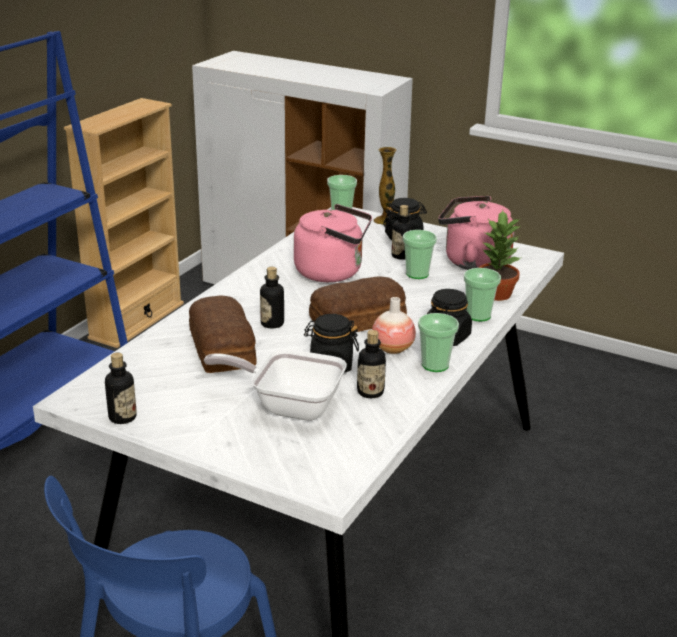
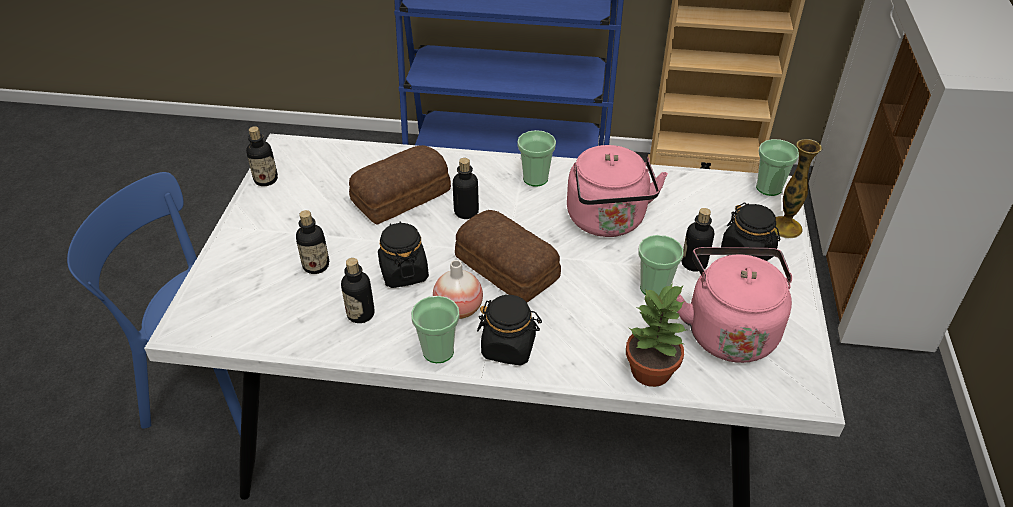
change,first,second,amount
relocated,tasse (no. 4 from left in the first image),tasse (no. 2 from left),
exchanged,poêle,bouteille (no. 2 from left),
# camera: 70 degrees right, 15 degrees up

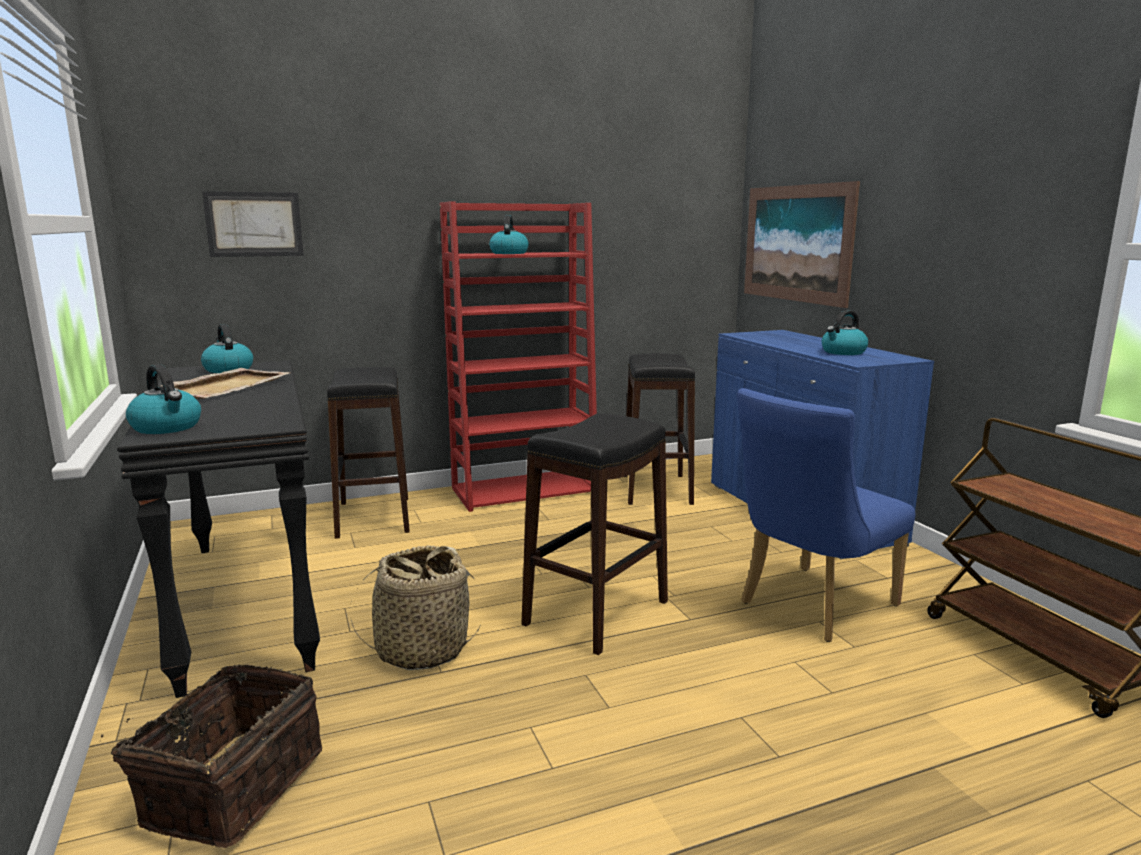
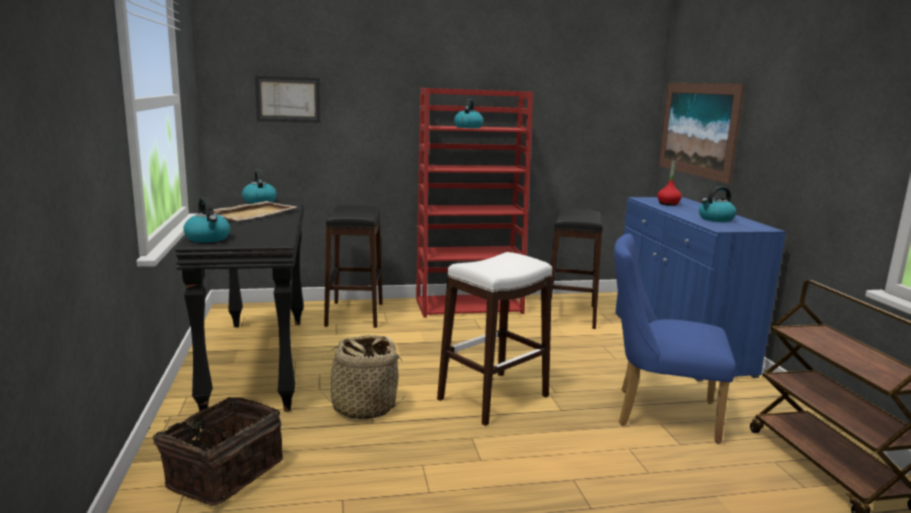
change,first,second,amount
spun,chaise (bleu),,45 degrees clockwise
colour,tabouret (noir) (no. 2 from left),tabouret (blanc),
appeared,,bouteille (rouge),
# camera: 10 degrees right, 0 degrees up

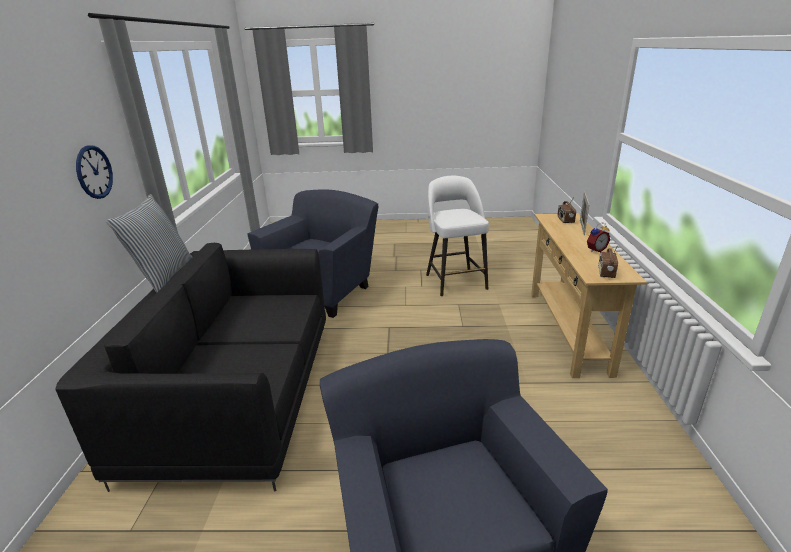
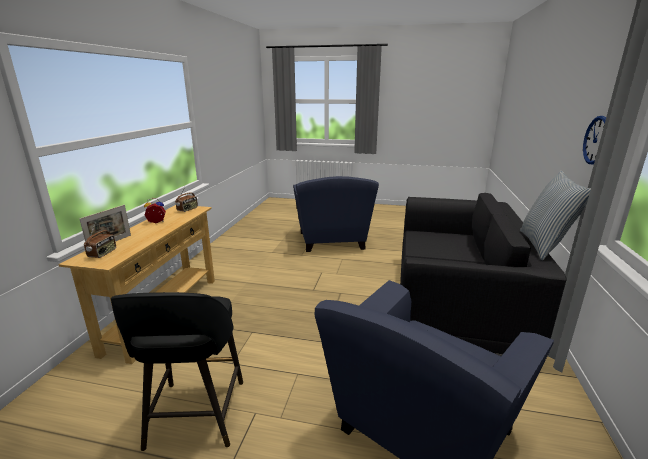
change,first,second,amount
colour,tabouret (blanc),tabouret (noir),
# camera: 170 degrees left, 5 degrees down

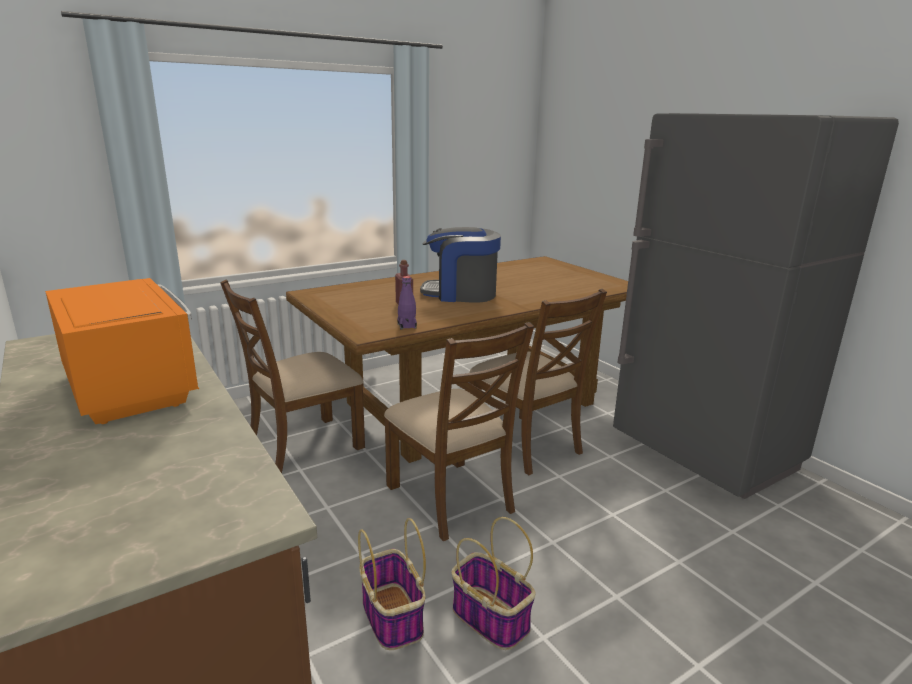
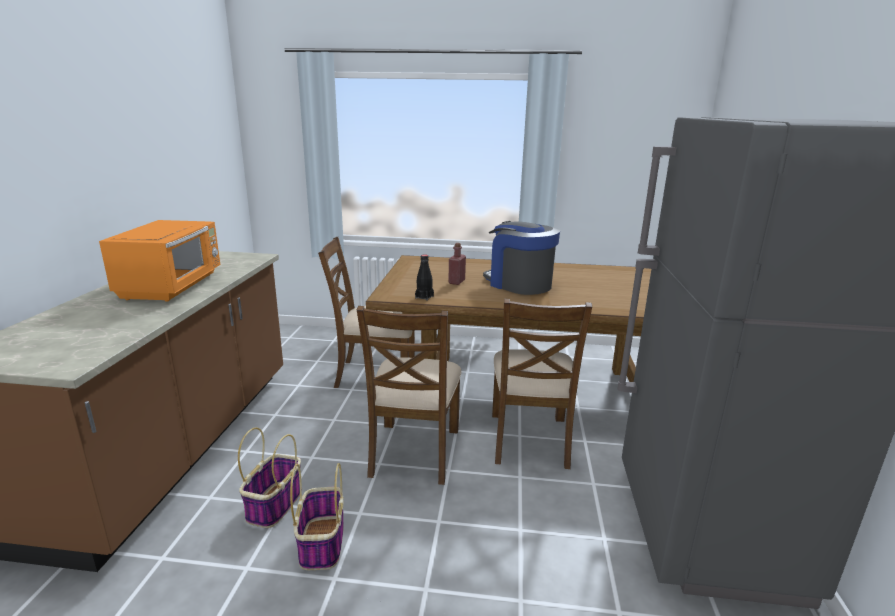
change,first,second,amount
colour,bouteille (violet),bouteille (noir),
# camera: 40 degrees right, 0 degrees up

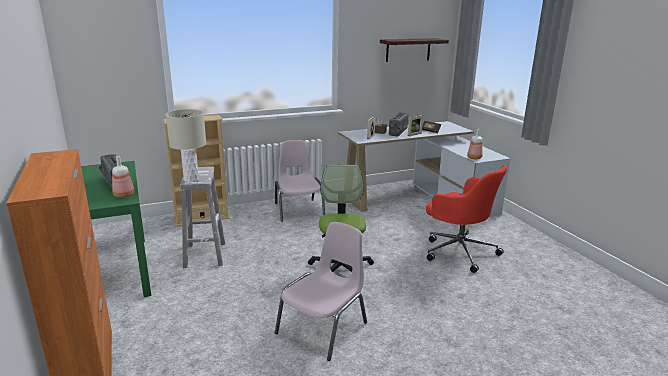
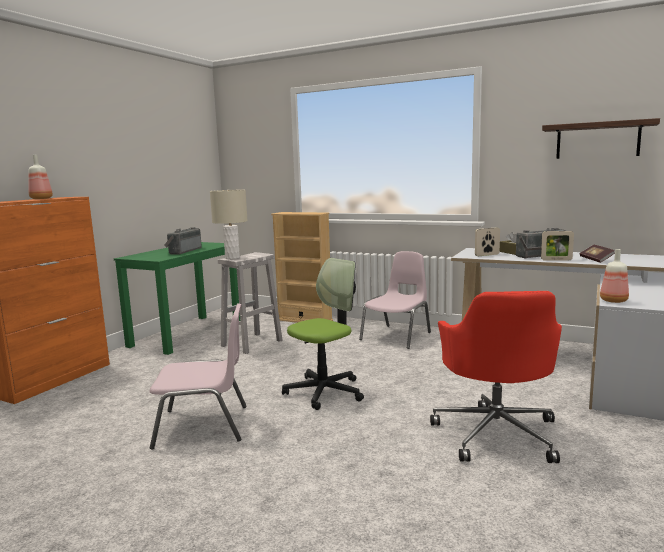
change,first,second,amount
relocated,bouteille (no. 1 from left),,
# camera: 50 degrees right, 10 degrees down

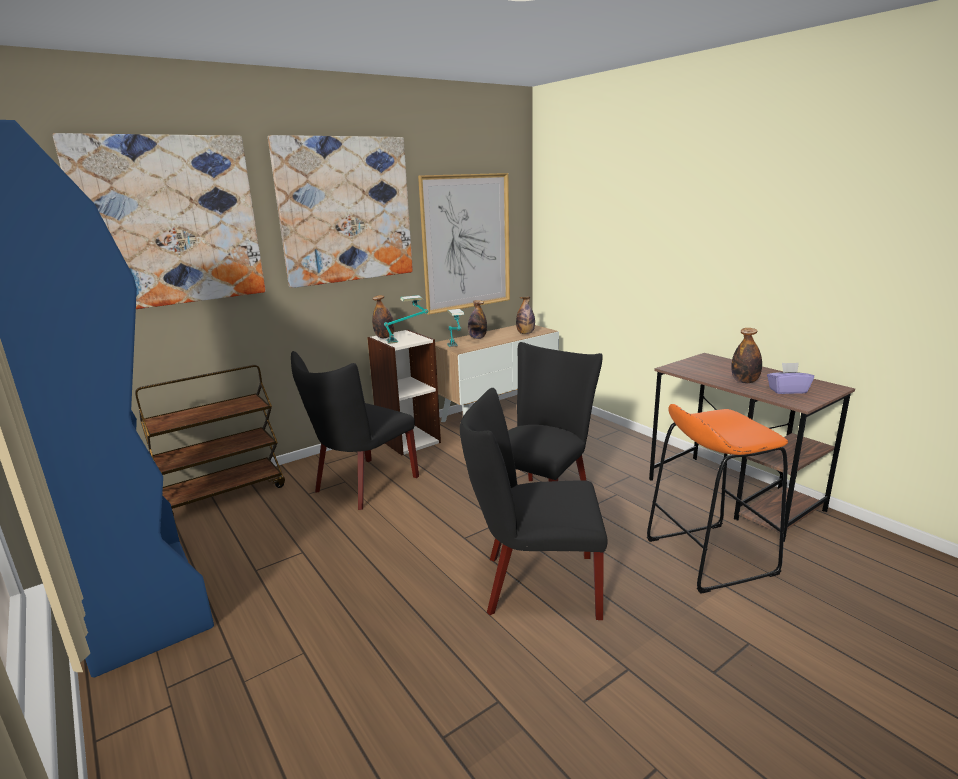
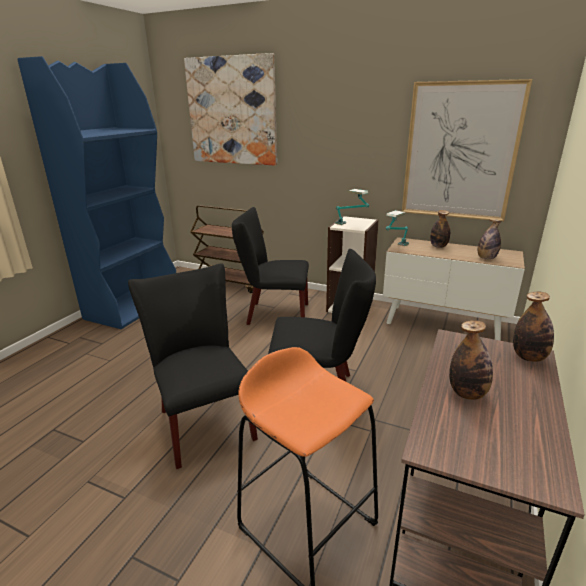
change,first,second,amount
missing,tableau (no. 2 from left),,
relocated,bouteille (no. 1 from left in the first image),bouteille (no. 4 from left),
missing,boîte à mouchoirs (violet),,
# camera: 60 degrees right, 5 degrees up

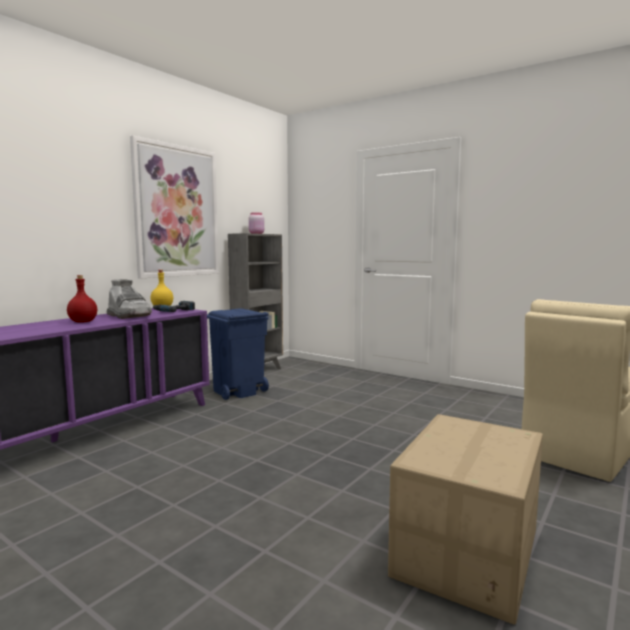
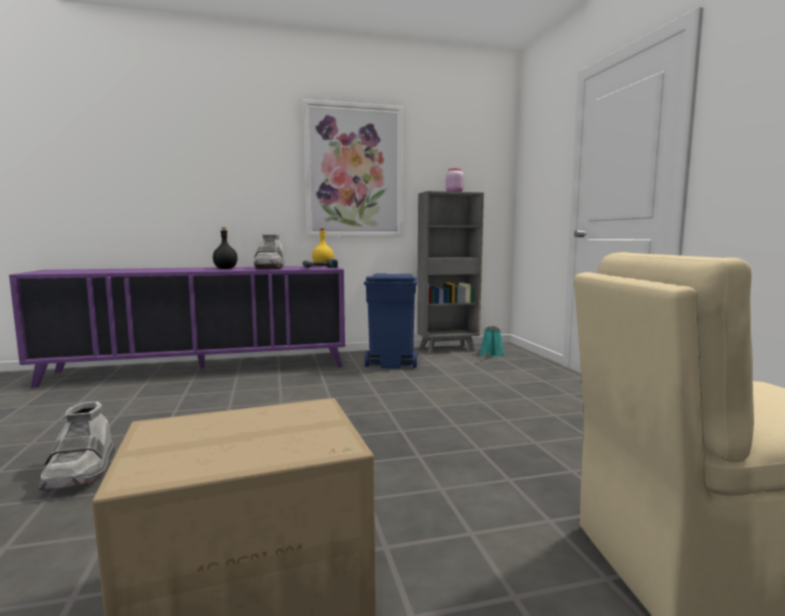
change,first,second,amount
colour,bouteille (rouge),bouteille (noir),
appeared,,arrosoir (turquoise),
appeared,,botte (gris) (no. 1 from left),
# camera: 40 degrees right, 0 degrees up

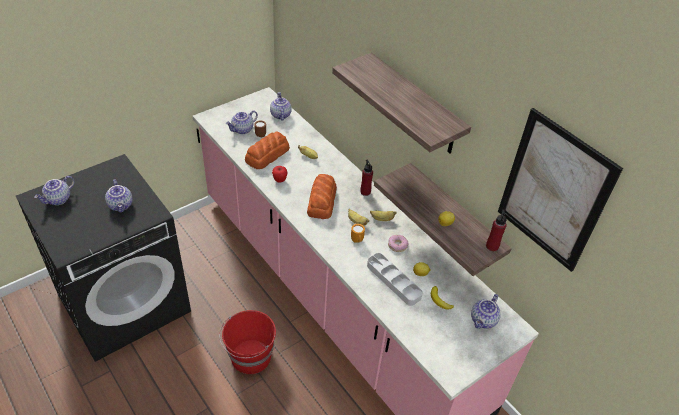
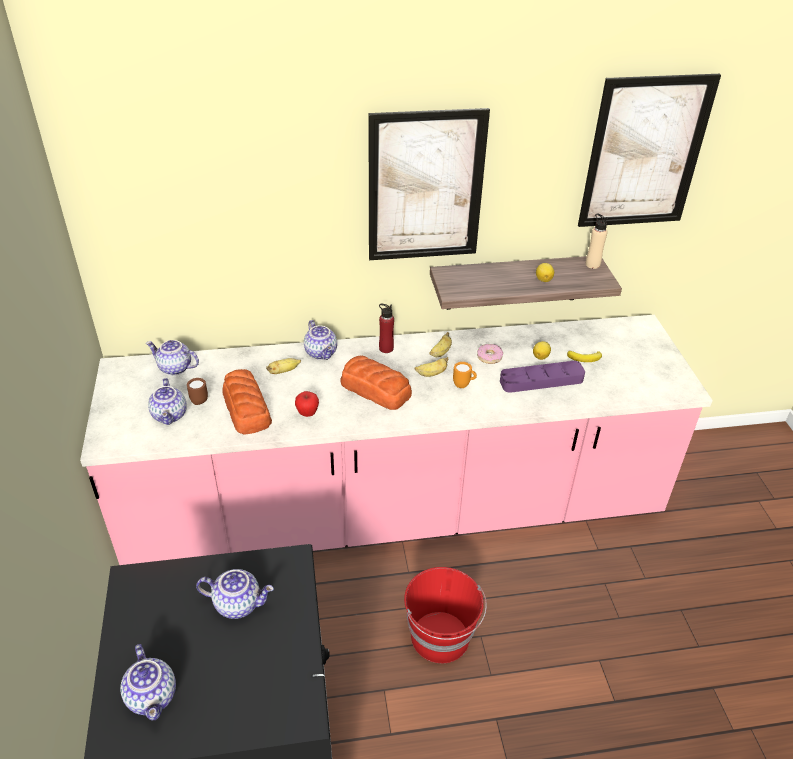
change,first,second,amount
exchanged,étagère (no. 1 from left),tableau (no. 1 from left),
colour,bouteille (rouge) (no. 2 from left),bouteille (beige),
colour,plateau (gris),plateau (violet),
relocated,théière (no. 5 from left),,
# camera: 60 degrees left, 5 degrees down

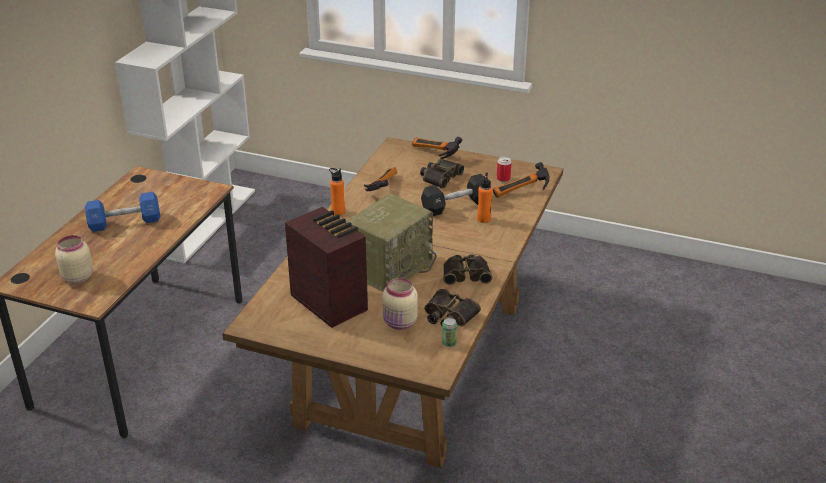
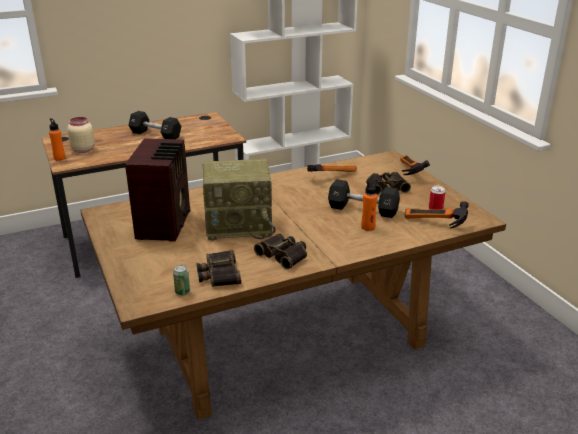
change,first,second,amount
relocated,bouteille (orange) (no. 1 from left),,
colour,haltère (bleu),haltère (noir) (no. 1 from left),
missing,bocal (beige) (no. 2 from left),,
# camera: 45 degrees right, 5 degrees down

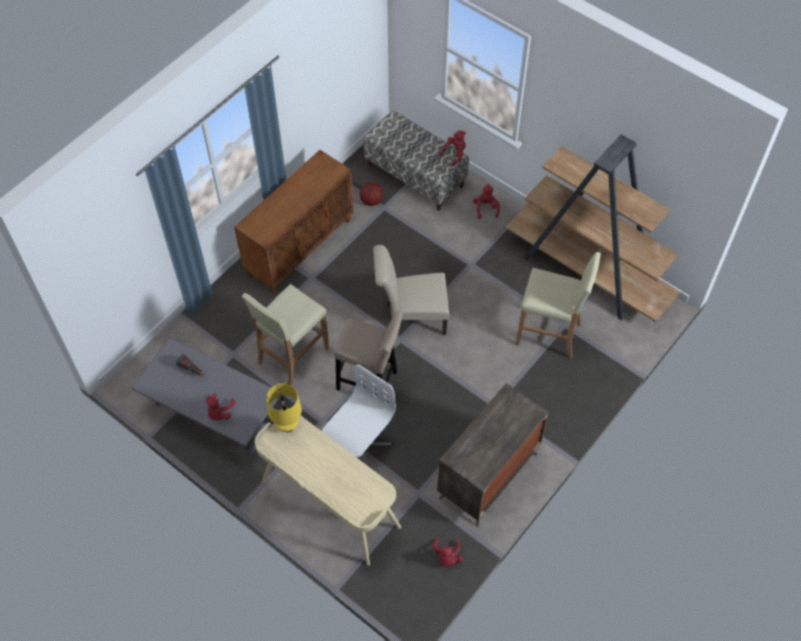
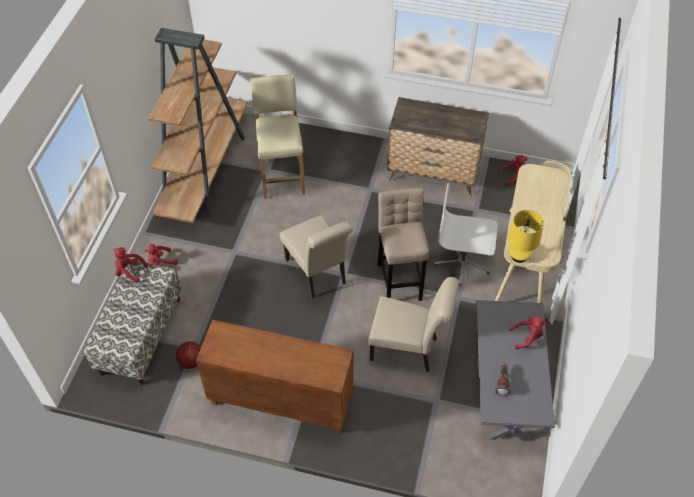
change,first,second,amount
exchanged,tabouret (beige) (no. 1 from left),chaise (beige) (no. 2 from left),
# camera: 115 degrees left, 5 degrees down

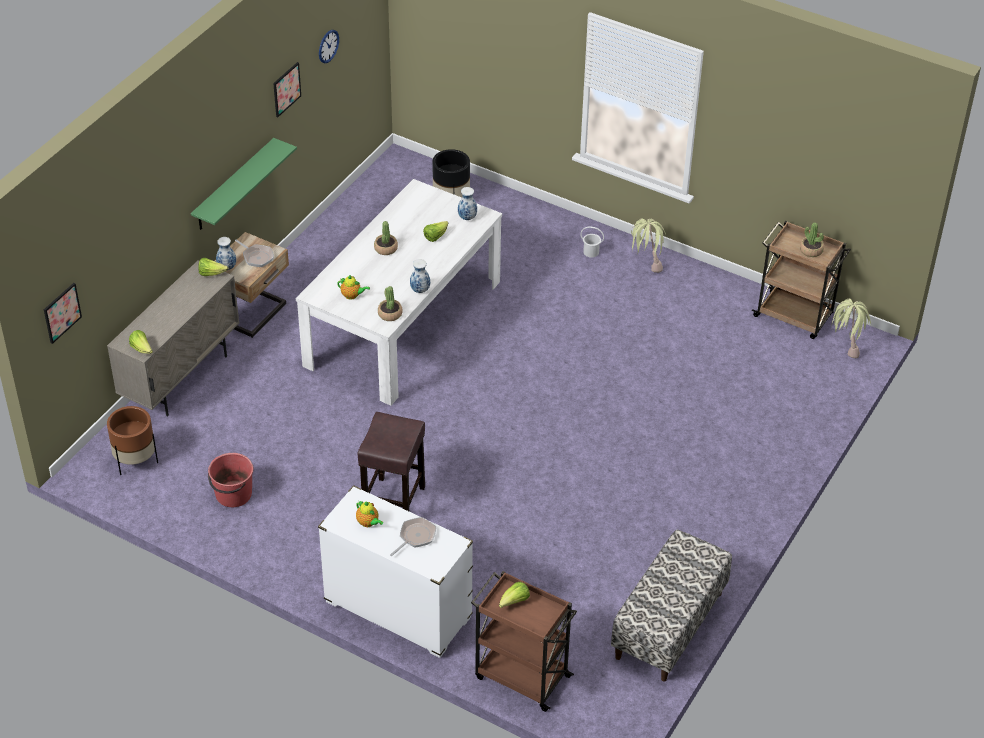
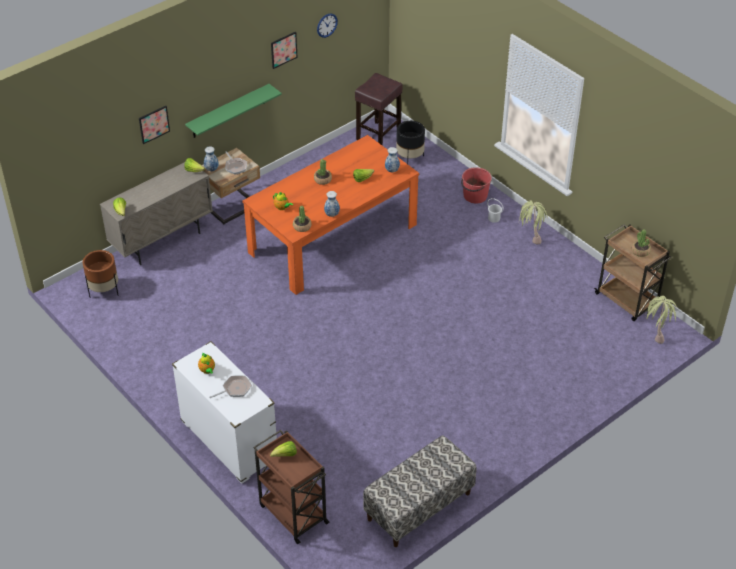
change,first,second,amount
colour,table à manger (blanc),table à manger (orange),
relocated,tableau (no. 1 from left),,
relocated,tabouret (marron),,
relocated,seau (rouge),,
# camera: 20 degrees right, 0 degrees up

